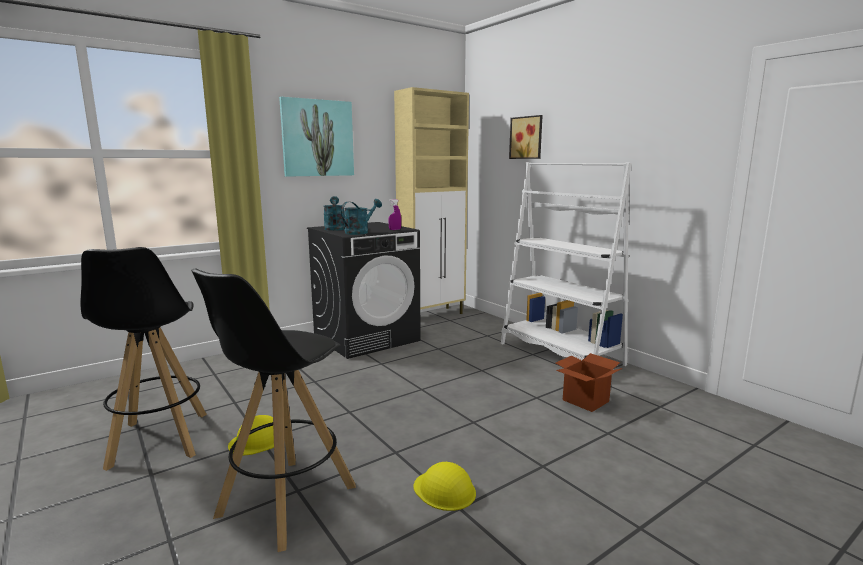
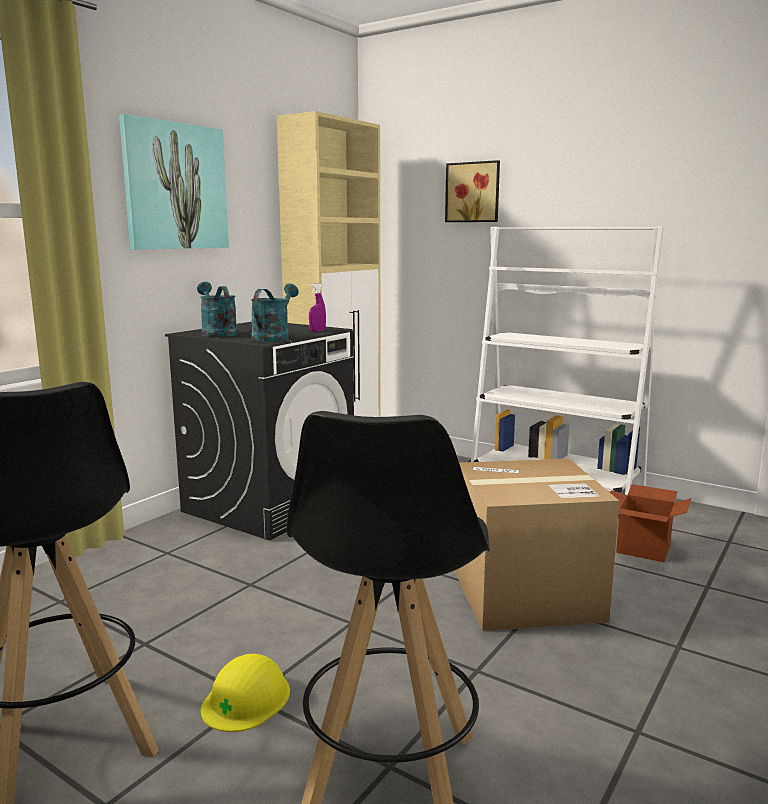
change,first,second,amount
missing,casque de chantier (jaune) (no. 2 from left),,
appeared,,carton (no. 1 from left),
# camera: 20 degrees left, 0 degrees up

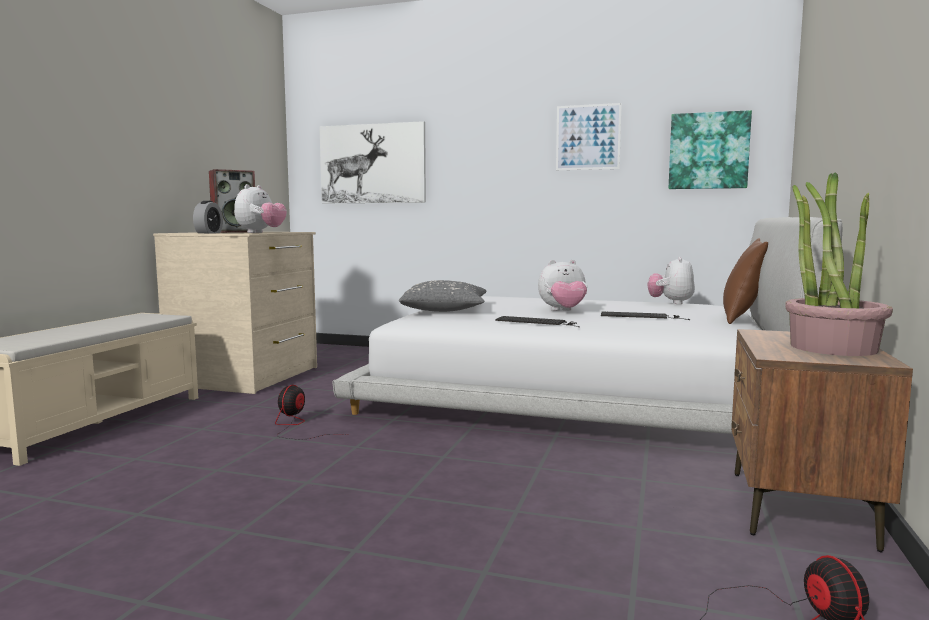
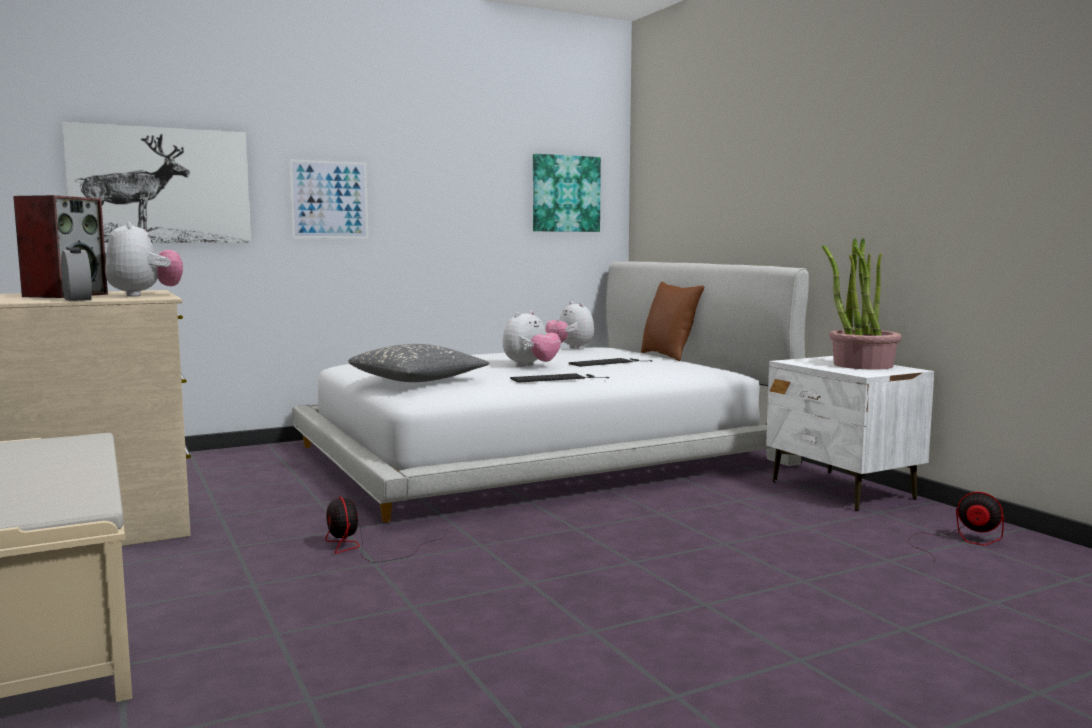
change,first,second,amount
relocated,tableau (no. 2 from left),,
colour,table de chevet (marron),table de chevet (blanc),
# camera: 45 degrees left, 0 degrees up

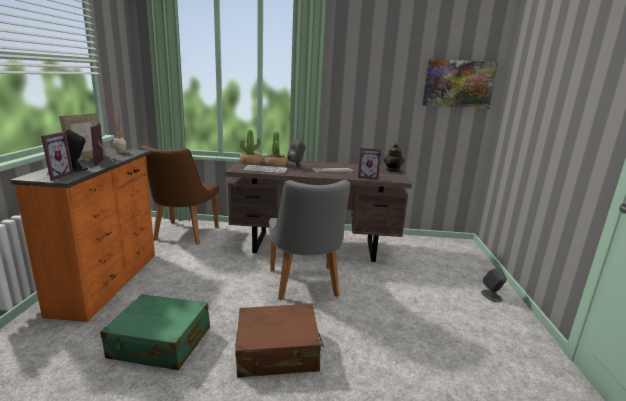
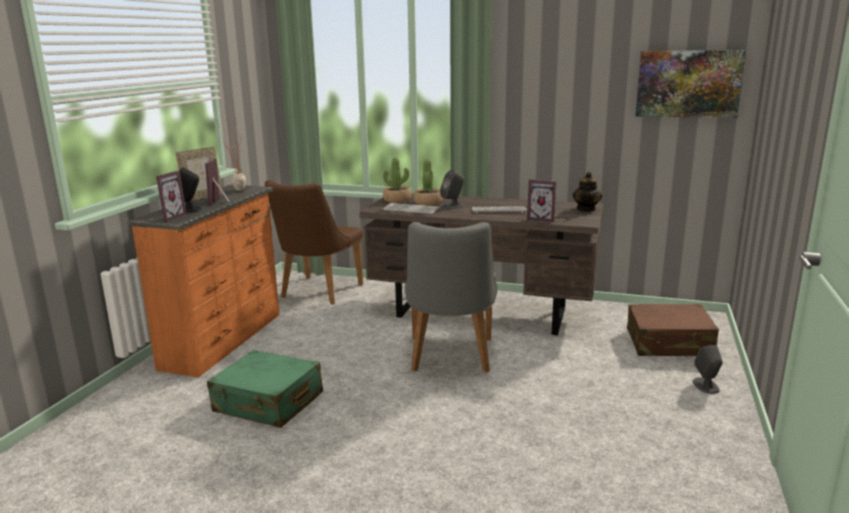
change,first,second,amount
relocated,valise (marron),,
# camera: 15 degrees right, 0 degrees up

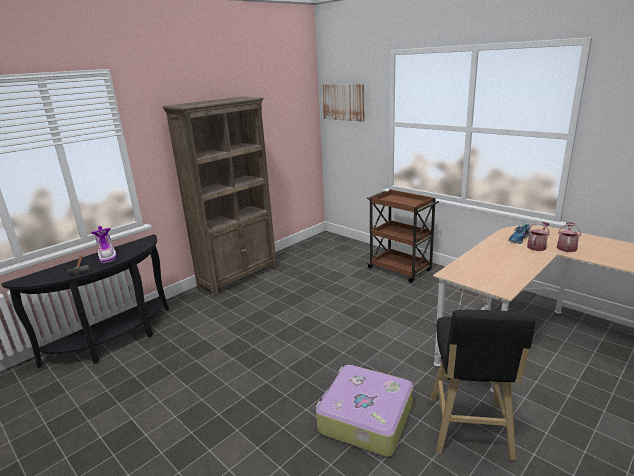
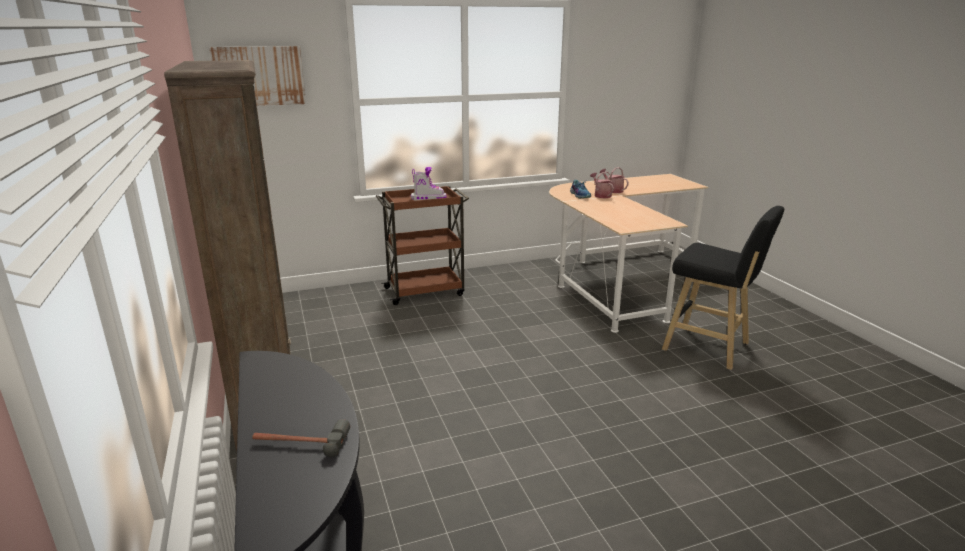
change,first,second,amount
relocated,botte,,
missing,valise,,
# camera: 65 degrees left, 0 degrees up

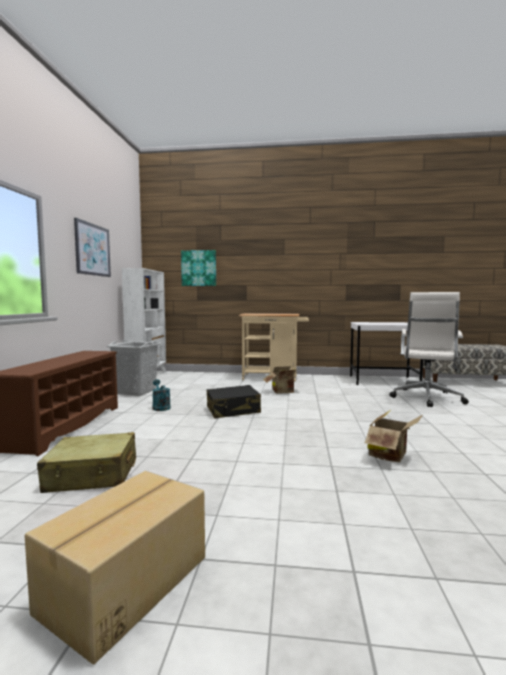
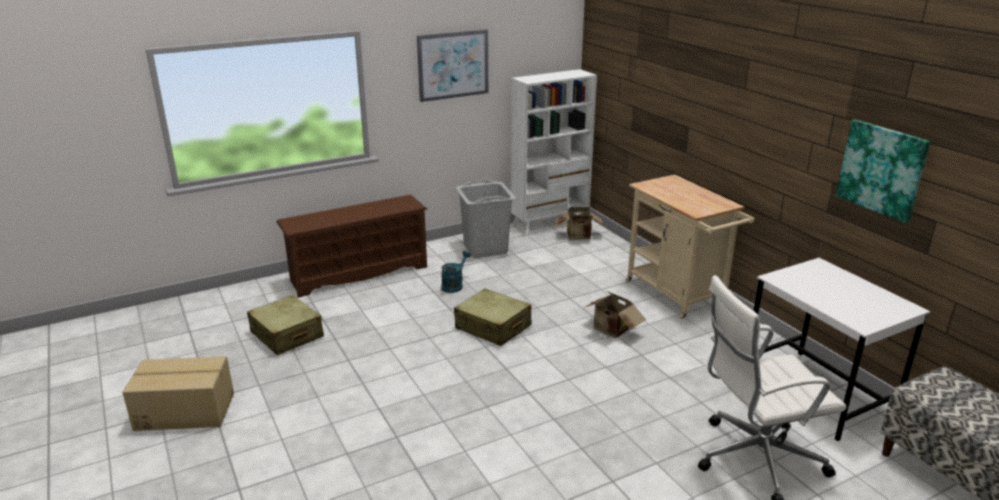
change,first,second,amount
relocated,tableau (no. 2 from left),,
colour,valise (noir),valise (beige) (no. 2 from left),
relocated,carton (no. 3 from left in the first image),carton (no. 2 from left),
# camera: 55 degrees right, 20 degrees up

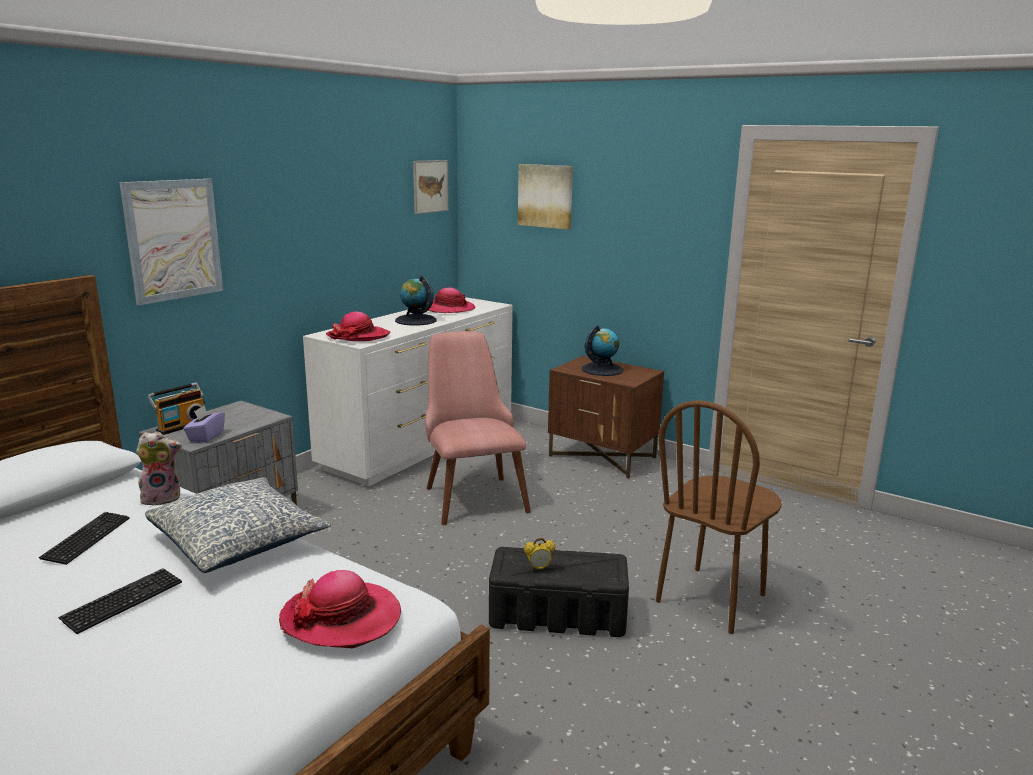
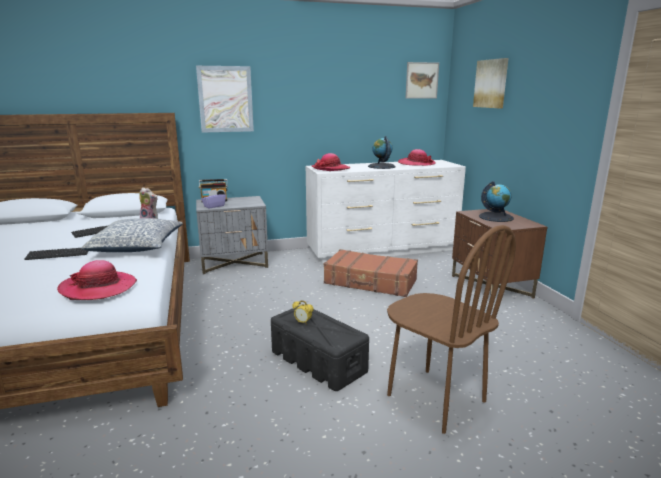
change,first,second,amount
exchanged,chaise (rose),valise (marron),
spun,chaise (marron),,120 degrees counterclockwise
# camera: 40 degrees right, 0 degrees up

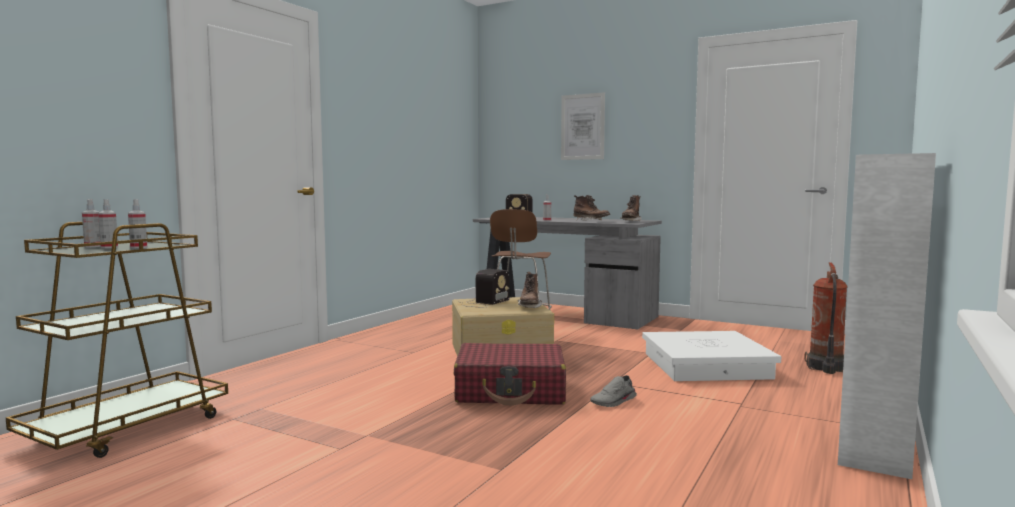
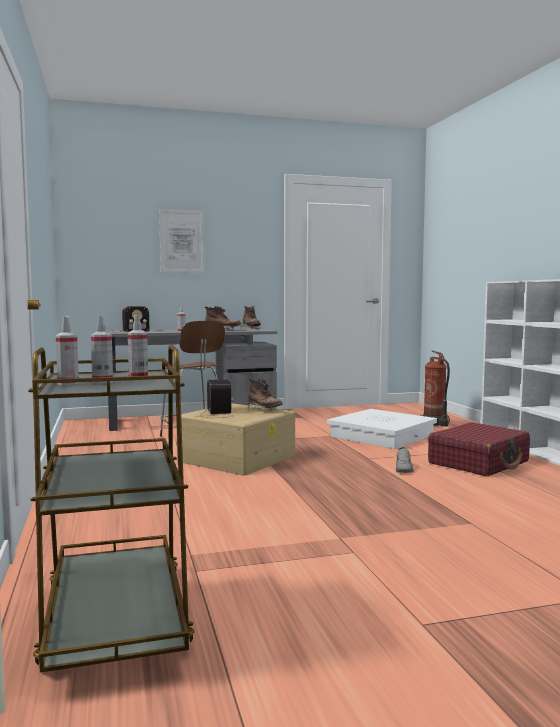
change,first,second,amount
relocated,valise (rouge),,
# camera: 45 degrees left, 0 degrees up

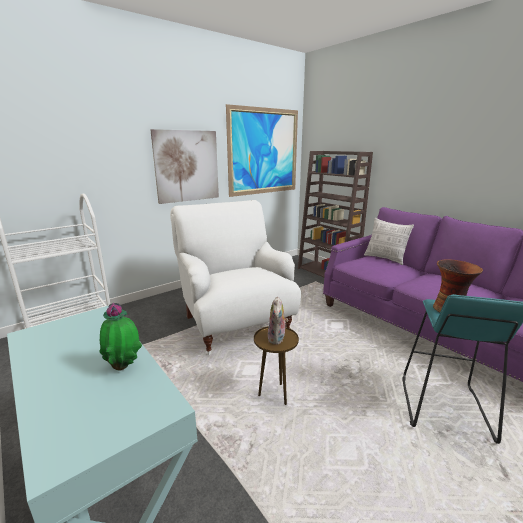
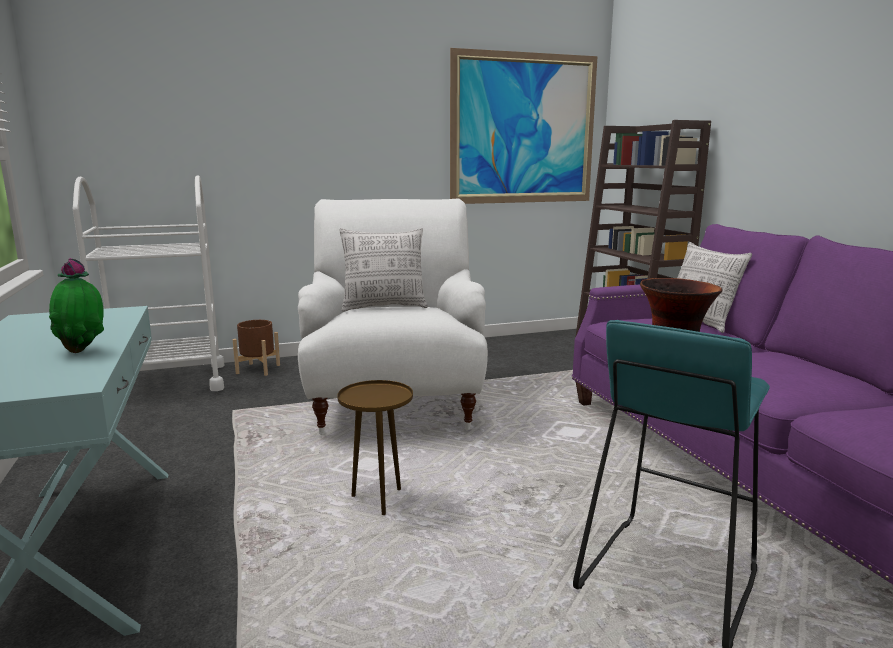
change,first,second,amount
missing,tableau (no. 1 from left),,
missing,peluche,,
appeared,,coussin (no. 1 from left),
appeared,,cache-pot (marron),
# camera: 20 degrees right, 5 degrees down

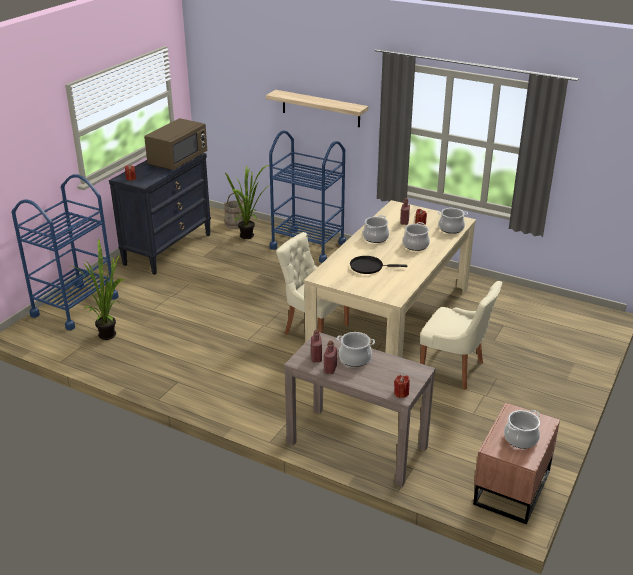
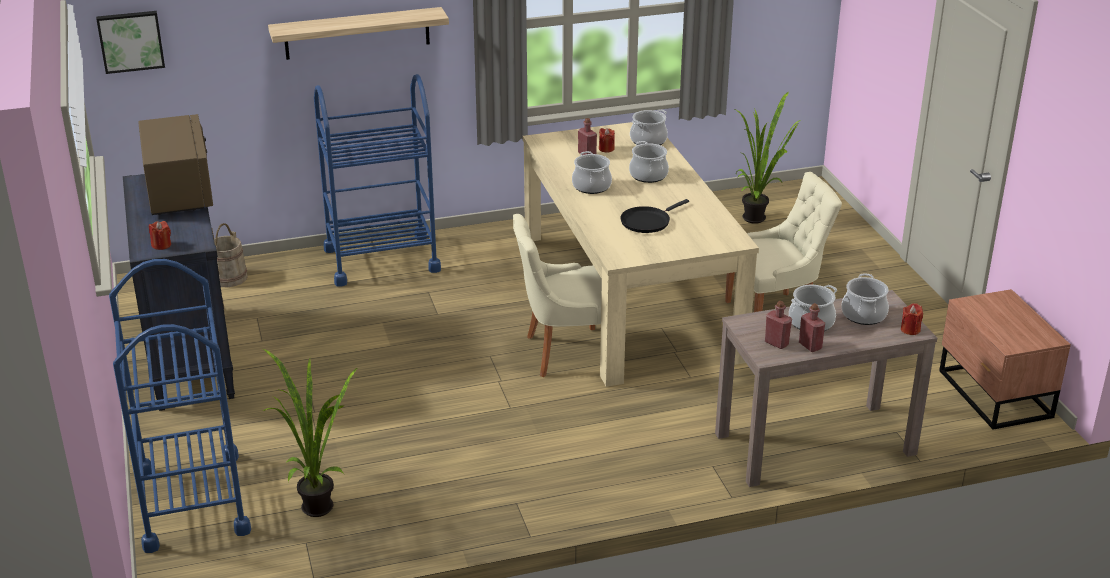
change,first,second,amount
relocated,plante en pot (no. 2 from left),,
relocated,marmite (no. 5 from left),,
appeared,,tableau,
# camera: 45 degrees left, 0 degrees up

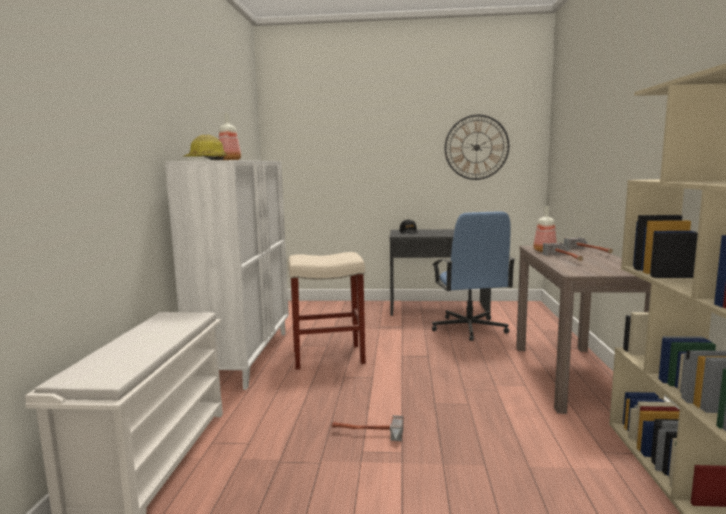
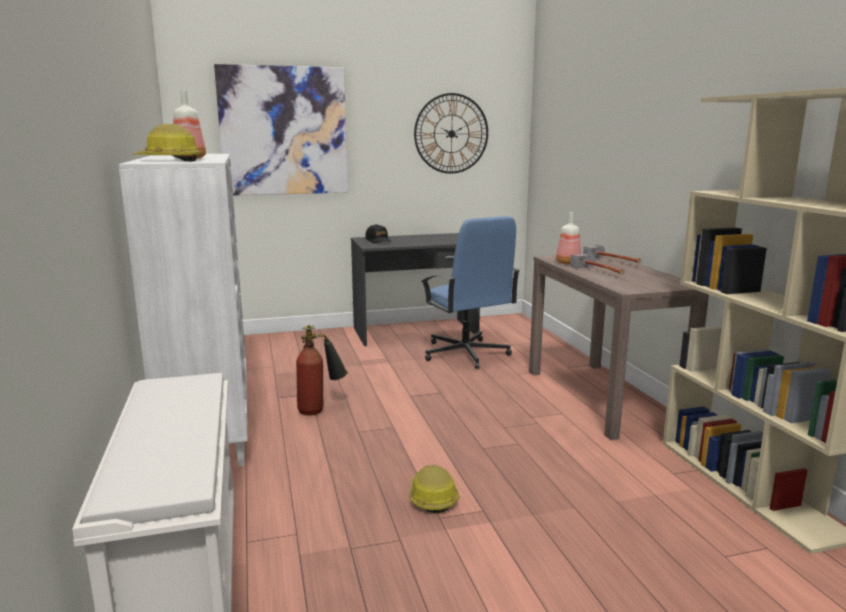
change,first,second,amount
exchanged,tabouret (beige),extincteur,
exchanged,marteau (no. 1 from left),casque de chantier (no. 2 from left),
appeared,,tableau,
# camera: 20 degrees left, 5 degrees up

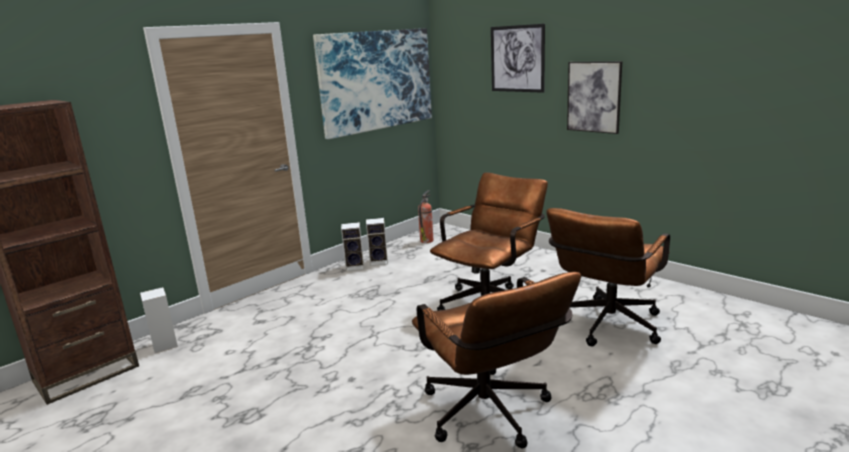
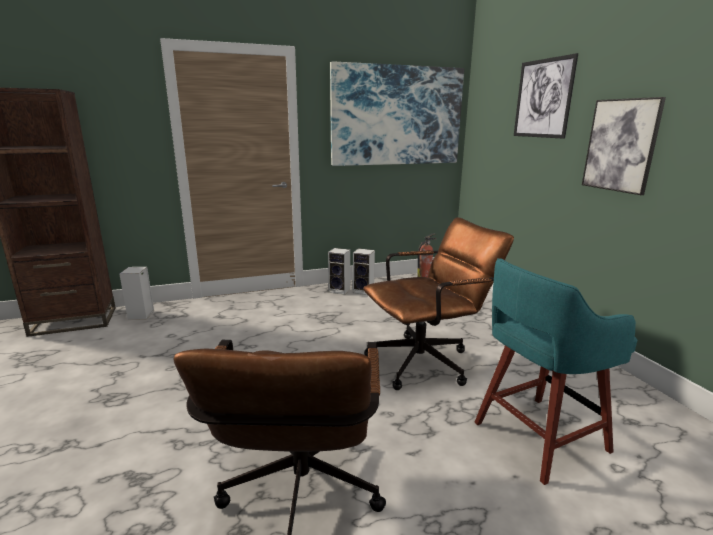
change,first,second,amount
exchanged,chaise de bureau (marron) (no. 3 from left),tabouret (turquoise),
# camera: 25 degrees right, 0 degrees up

